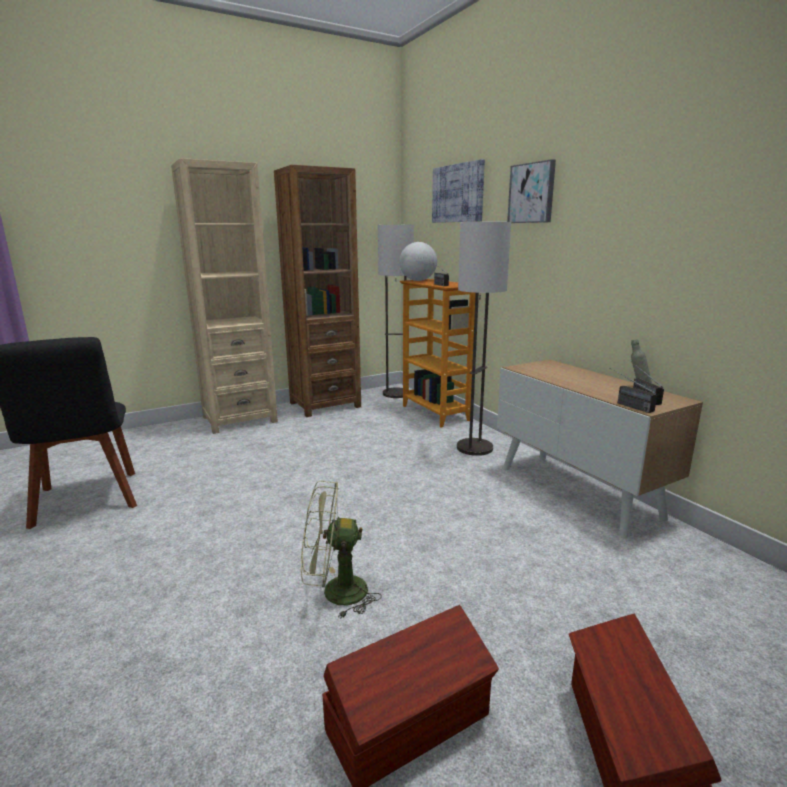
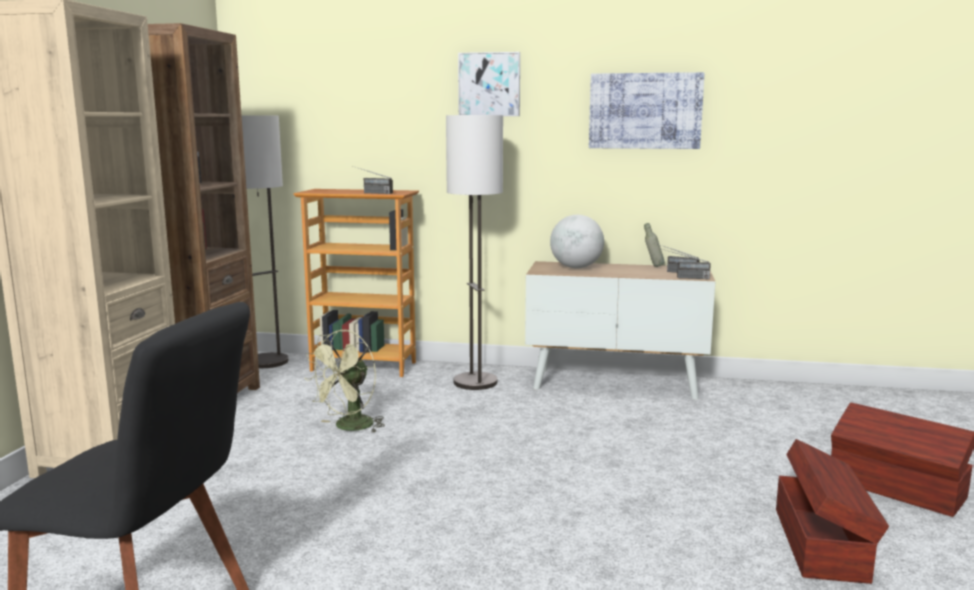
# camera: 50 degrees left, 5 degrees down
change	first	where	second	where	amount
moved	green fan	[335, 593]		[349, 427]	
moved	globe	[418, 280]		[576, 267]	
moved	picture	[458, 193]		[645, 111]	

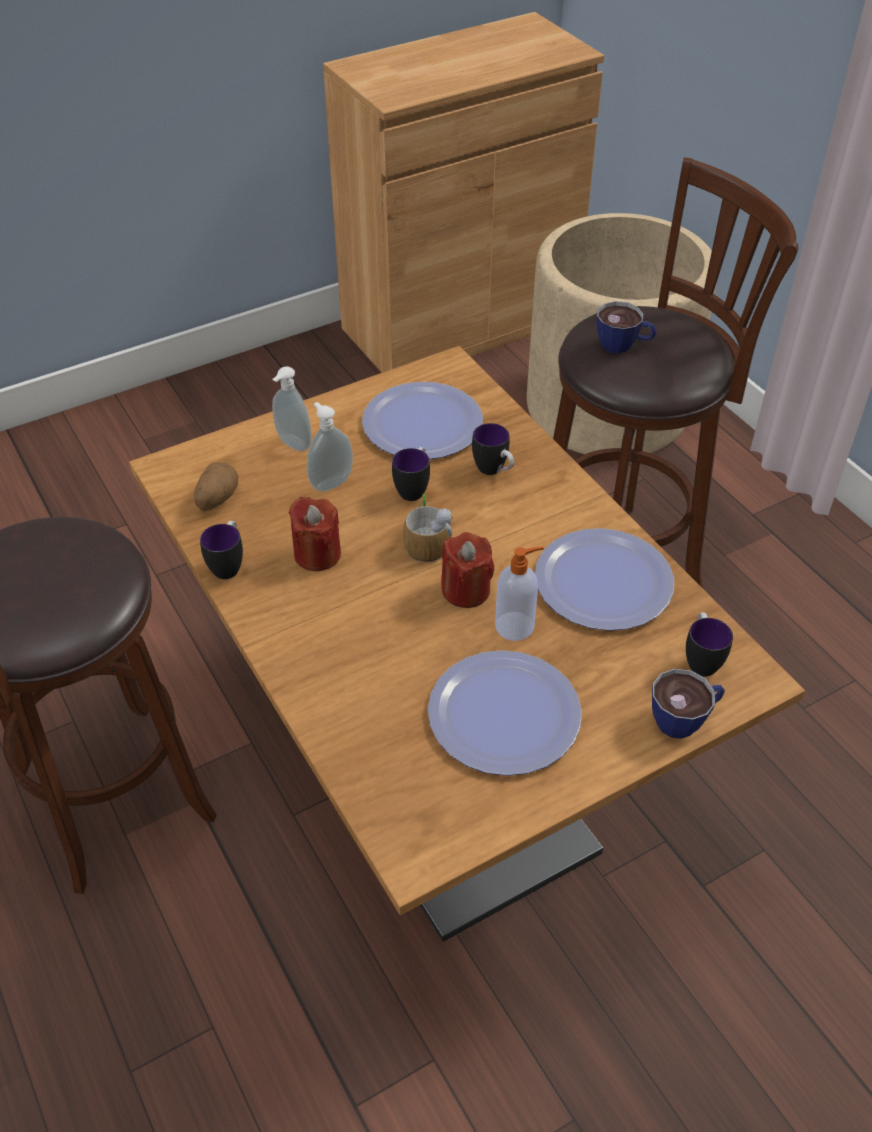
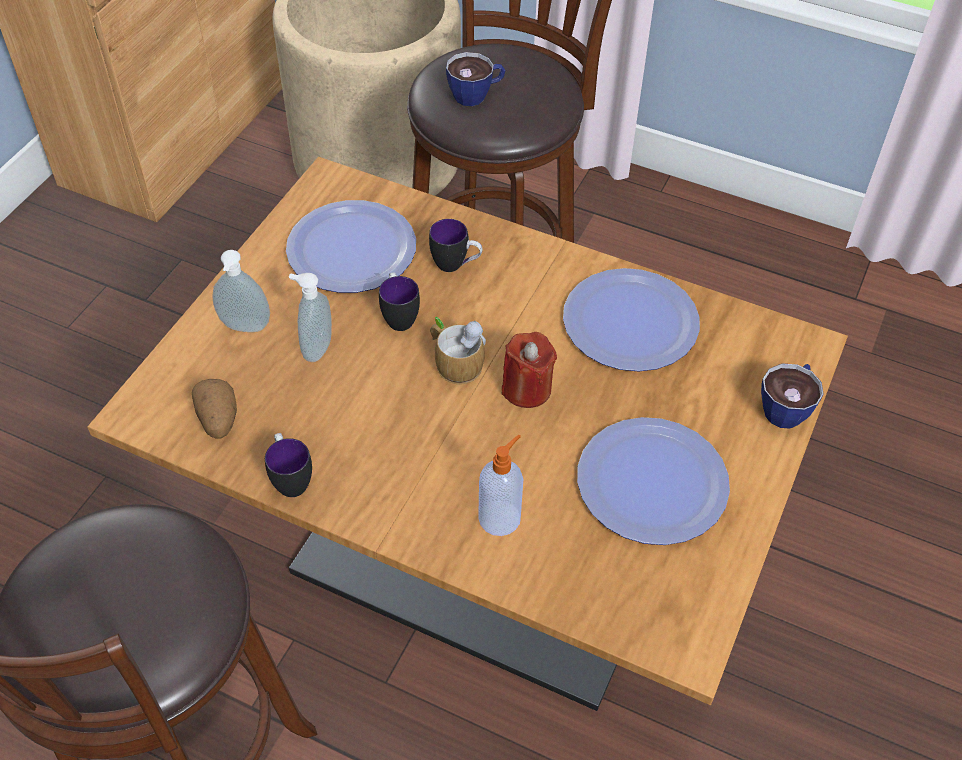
# camera: 35 degrees left, 5 degrees up
change	first	where	second	where	amount
removed	red candle	[317, 554]			
removed	mug	[701, 659]			
moved	soap dispenser	[516, 626]		[500, 517]	

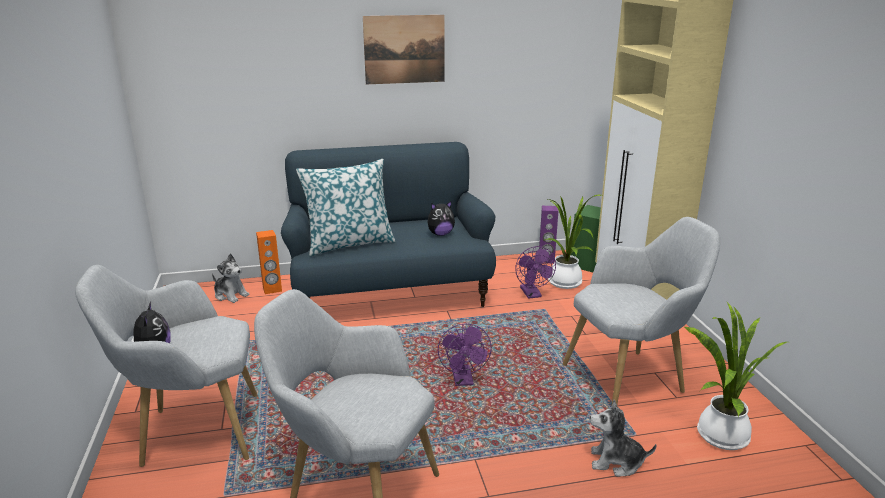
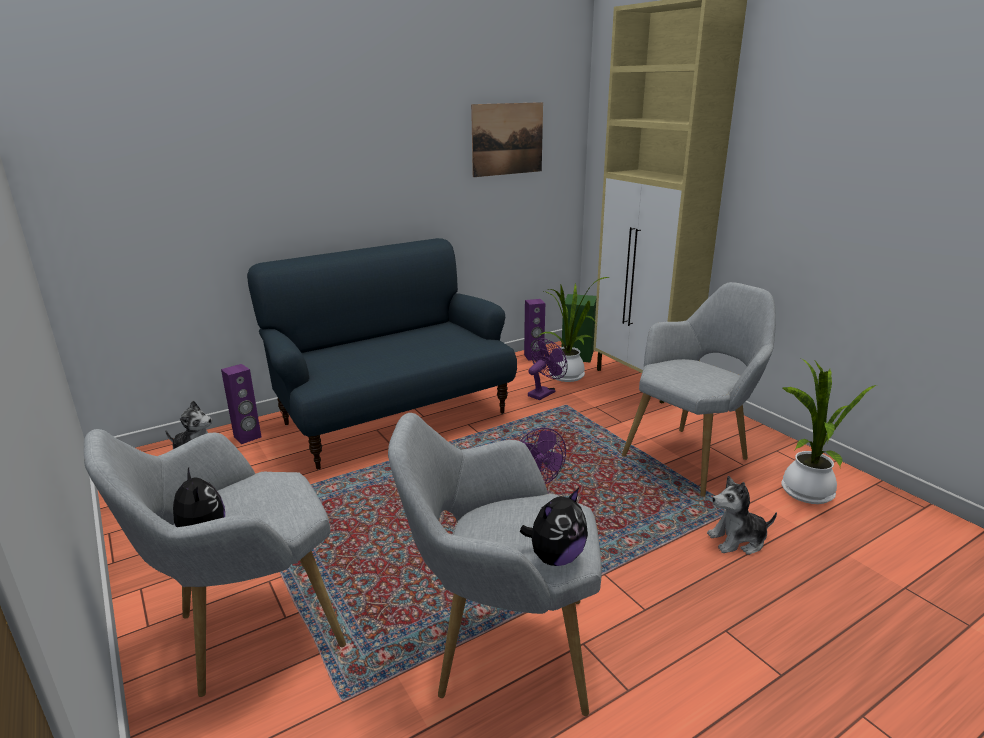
# camera: 20 degrees left, 0 degrees up
change	first	where	second	where	amount
removed	pillow	[349, 243]			
moved	picture	[404, 49]		[507, 139]	
moved	plush toy	[440, 234]		[555, 557]	
recoloured	orange speaker	[272, 289]	purple speaker	[247, 437]	
turned	purple fan	[532, 294]		[544, 392]	105 degrees counterclockwise

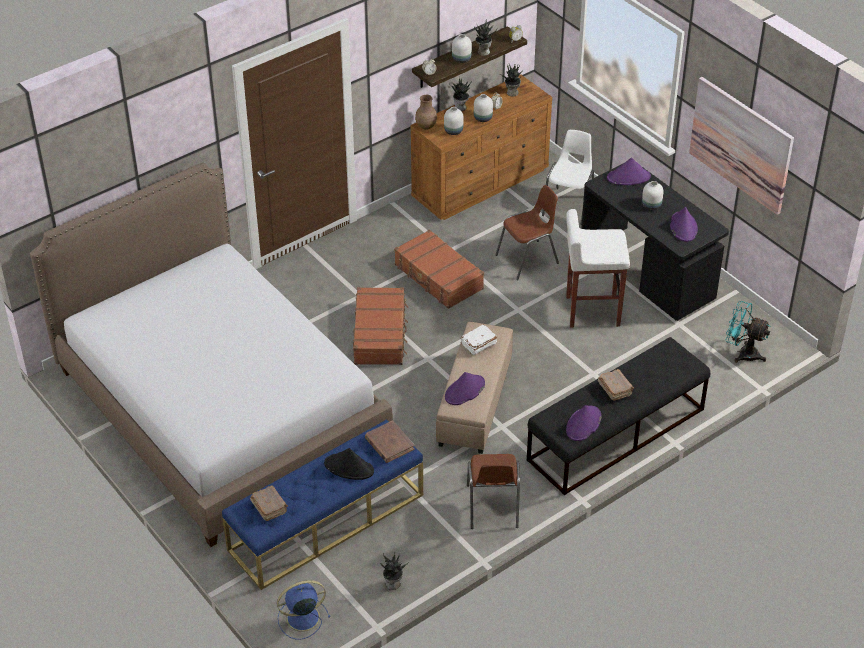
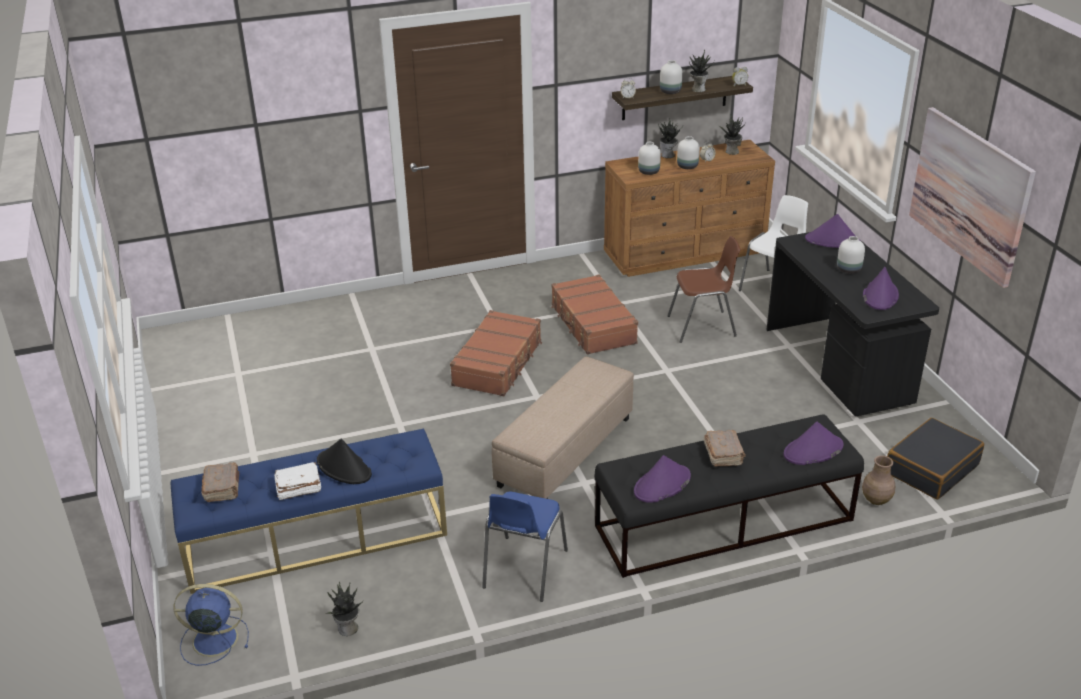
# camera: 20 degrees right, 10 degrees down
change	first	where	second	where	amount
removed	bed	[220, 408]			
removed	brown book	[389, 444]			
removed	white stool	[591, 311]			
moved	brown vase	[426, 126]		[876, 500]	
moved	purple hat	[464, 391]		[813, 450]	
moved	white book	[478, 344]		[298, 488]	
replaced	turquoise fan	[743, 353]	black suitcase	[931, 468]	
recoloured	brown chair	[492, 507]	blue chair	[523, 569]	

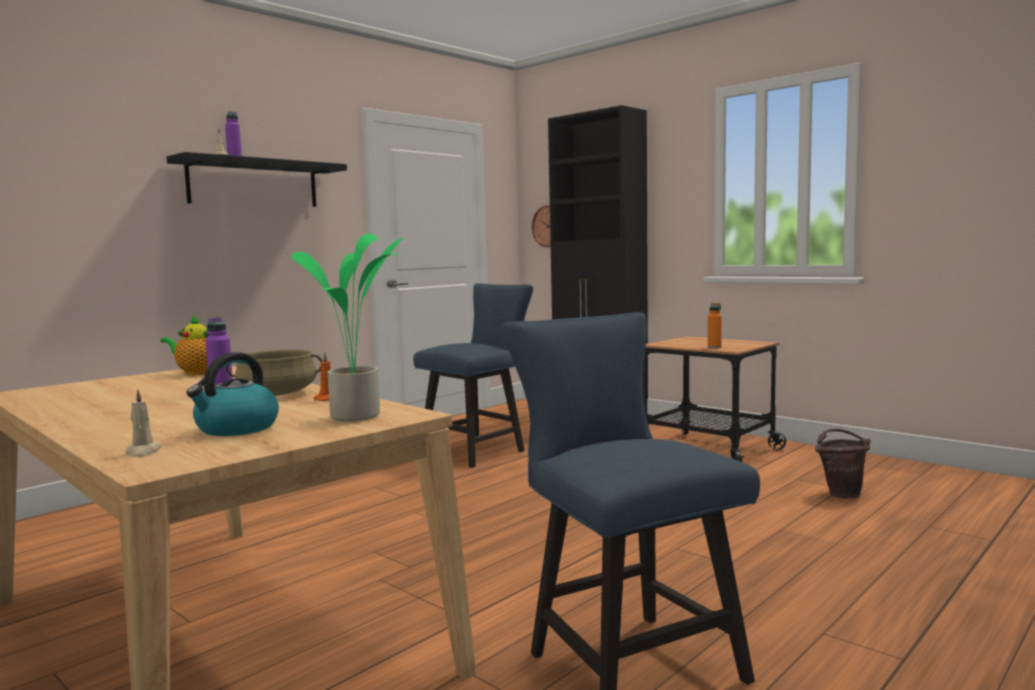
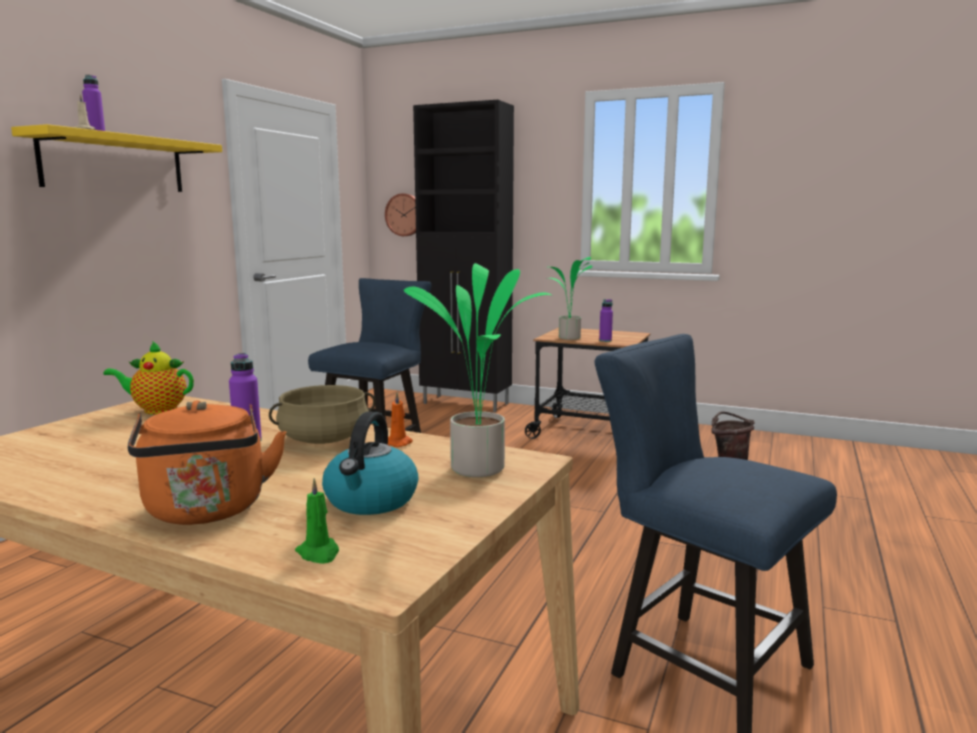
# camera: 20 degrees left, 5 degrees up
change	first	where	second	where	amount
added			orange kettle	[207, 512]	
added			potted plant	[569, 338]	
recoloured	beige candle	[143, 452]	green candle	[319, 553]	
recoloured	black shelf	[254, 183]	yellow shelf	[114, 163]	
recoloured	orange bottle	[714, 347]	purple bottle	[605, 340]	

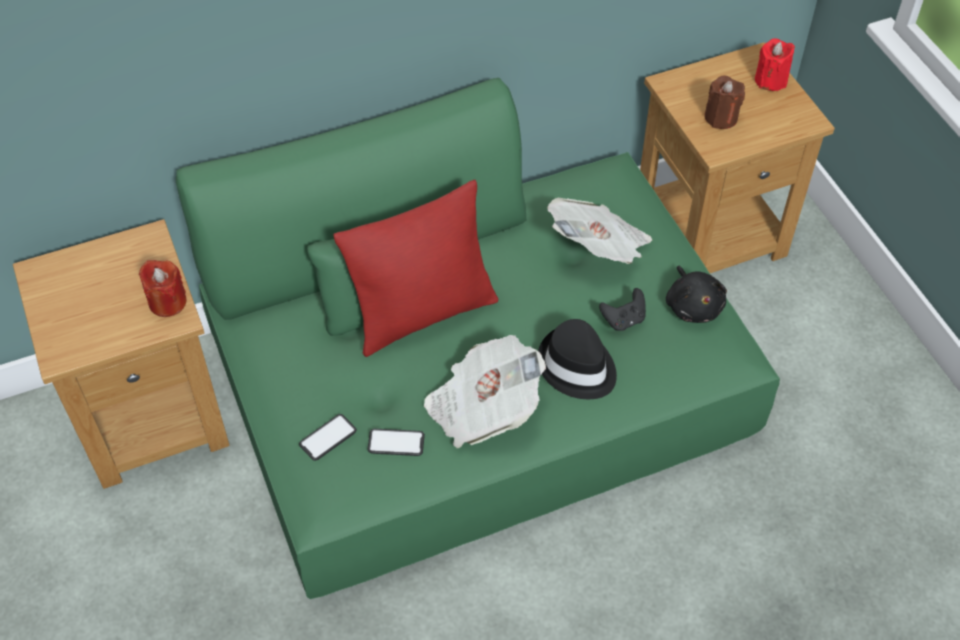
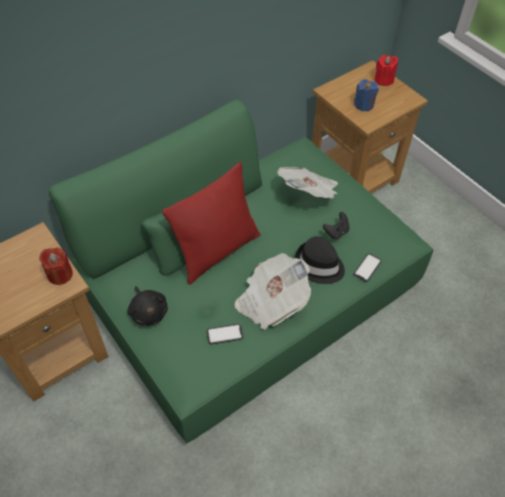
# camera: 15 degrees left, 0 degrees up
change	first	where	second	where	amount
moved	phone	[328, 437]		[367, 267]	
moved	black plush toy	[693, 306]		[148, 312]	
recoloured	brown candle	[721, 117]	blue candle	[364, 105]	

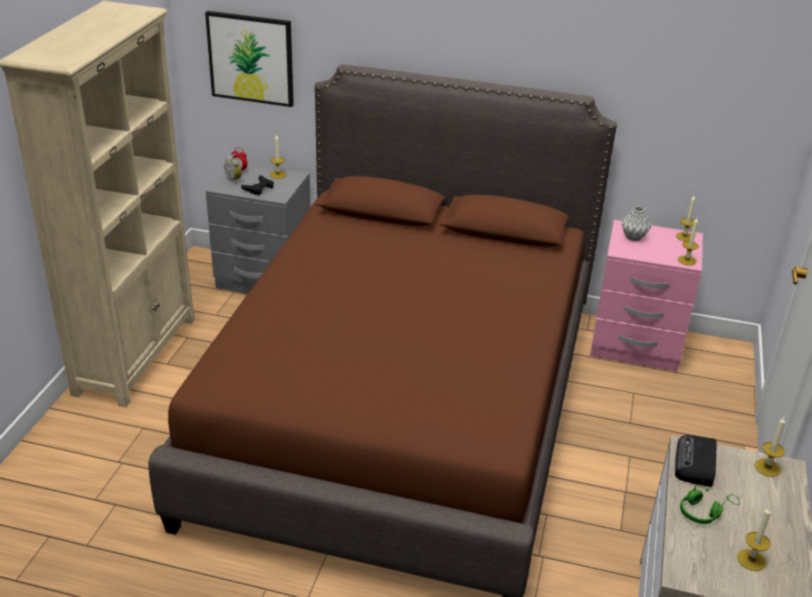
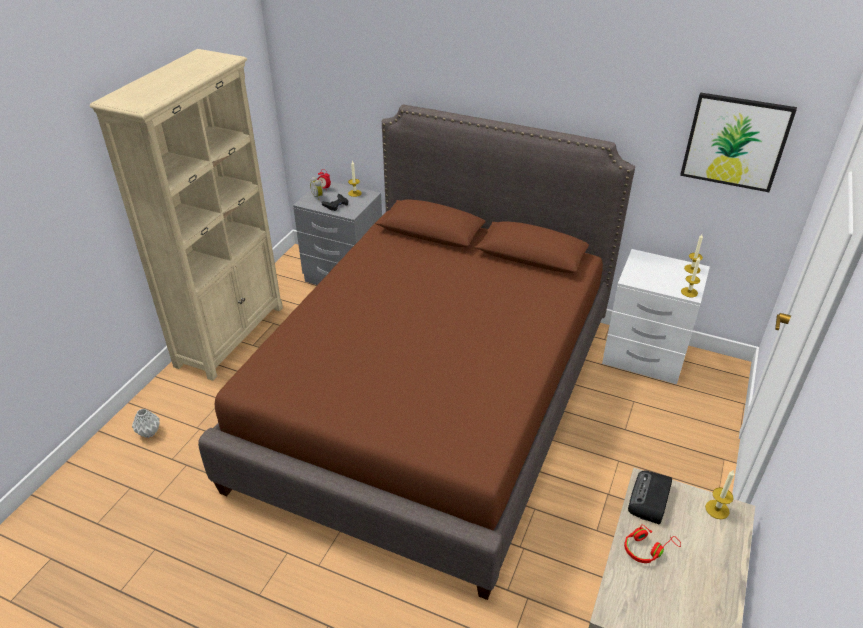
# camera: 10 degrees right, 5 degrees up
change	first	where	second	where	amount
removed	candle	[751, 560]			
moved	picture	[251, 58]		[735, 142]	
moved	grey vase	[633, 237]		[148, 432]	
recoloured	pink nightstand	[635, 345]	white nightstand	[644, 357]	
recoloured	green headphones	[705, 511]	red headphones	[648, 548]	

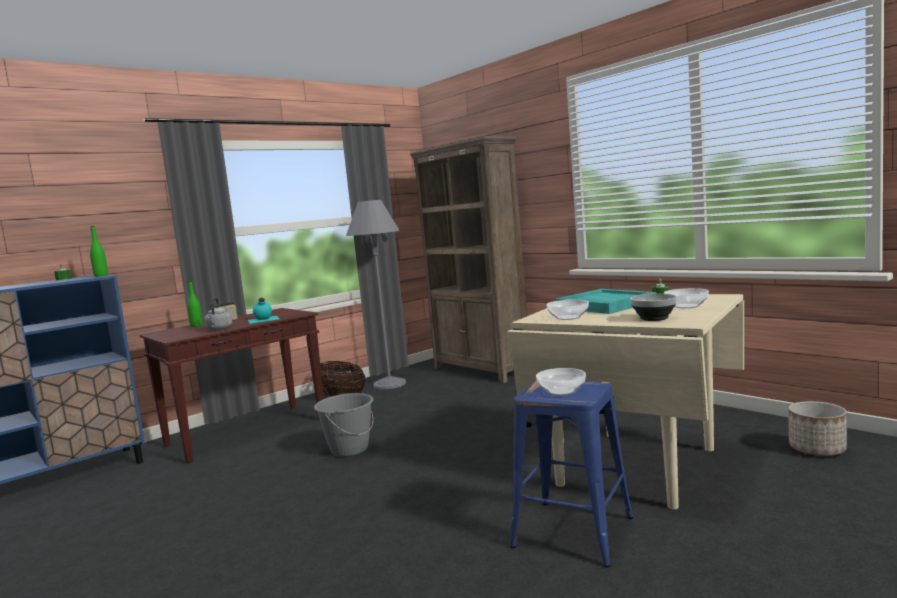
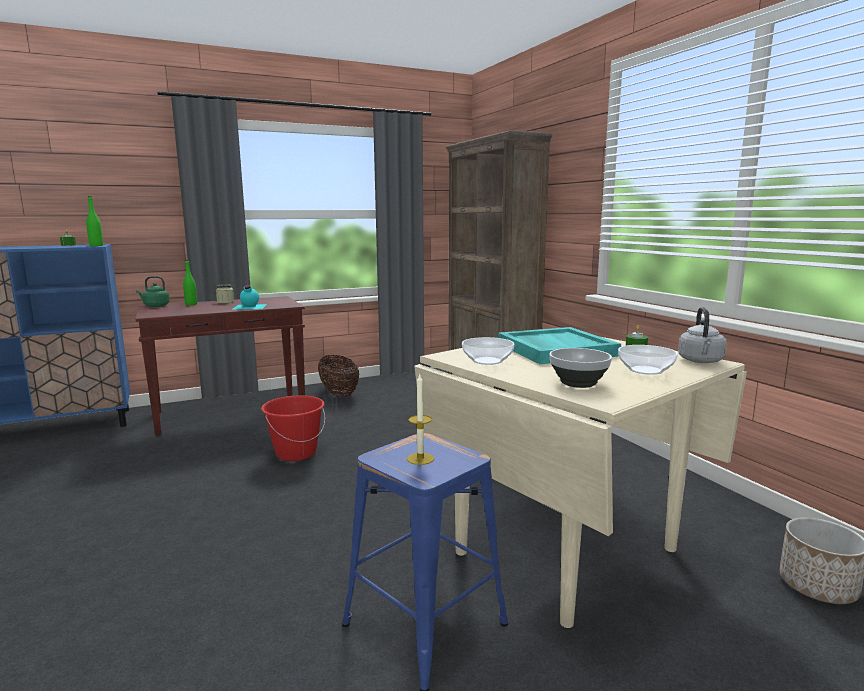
# camera: 15 degrees right, 5 degrees up
change	first	where	second	where	amount
removed	grey floor lamp	[389, 384]			
added			green kettle	[155, 306]	
moved	grey kettle	[219, 329]		[701, 361]	
replaced	bowl	[562, 391]	candle	[420, 459]	
recoloured	grey bucket	[349, 449]	red bucket	[296, 453]	

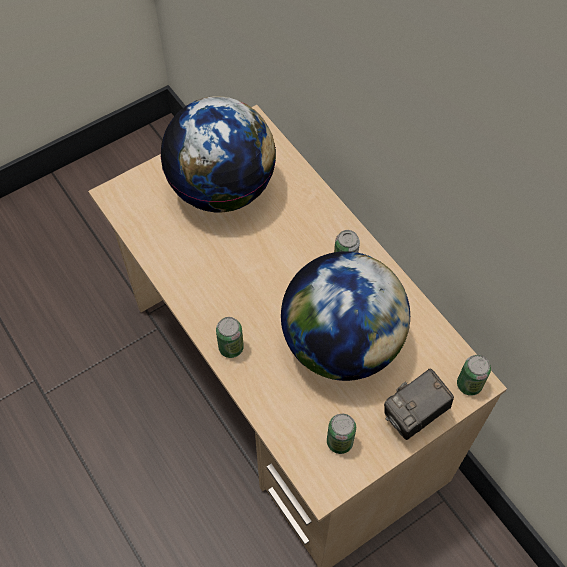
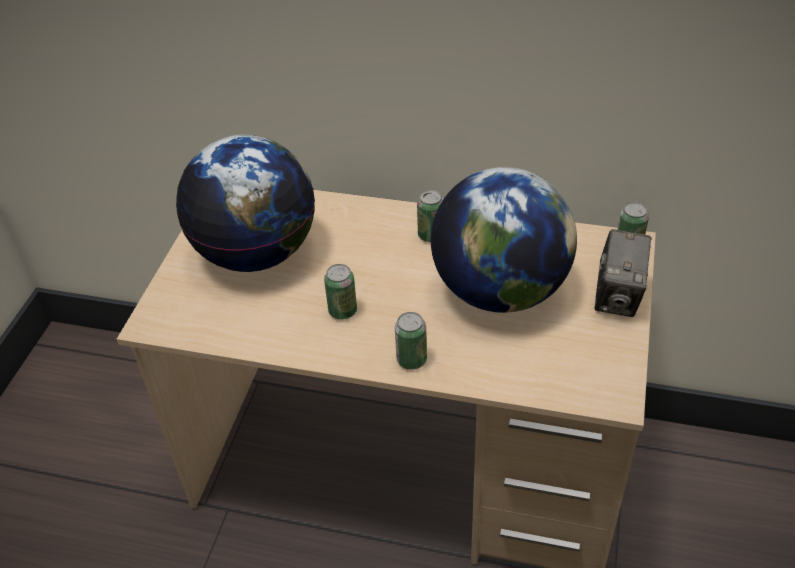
# camera: 40 degrees left, 15 degrees down
change	first	where	second	where	amount
moved	can	[339, 442]		[342, 311]	

